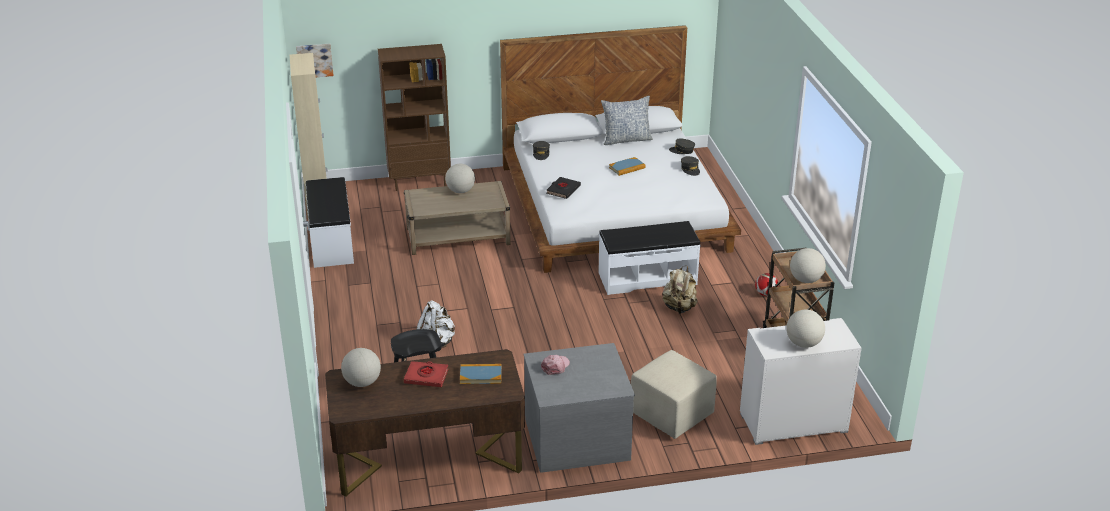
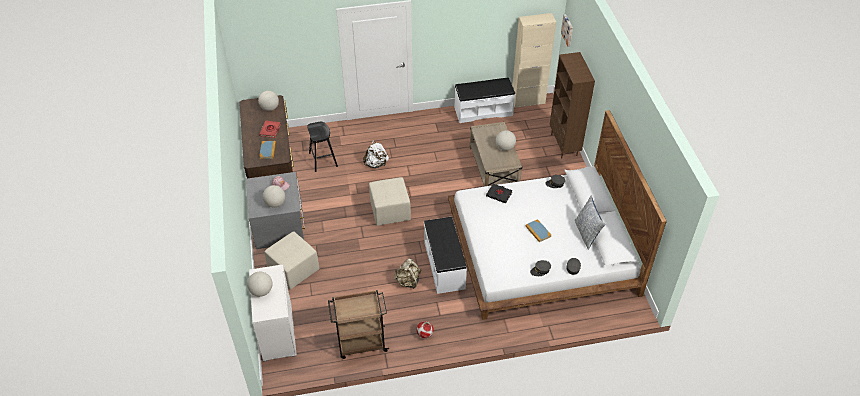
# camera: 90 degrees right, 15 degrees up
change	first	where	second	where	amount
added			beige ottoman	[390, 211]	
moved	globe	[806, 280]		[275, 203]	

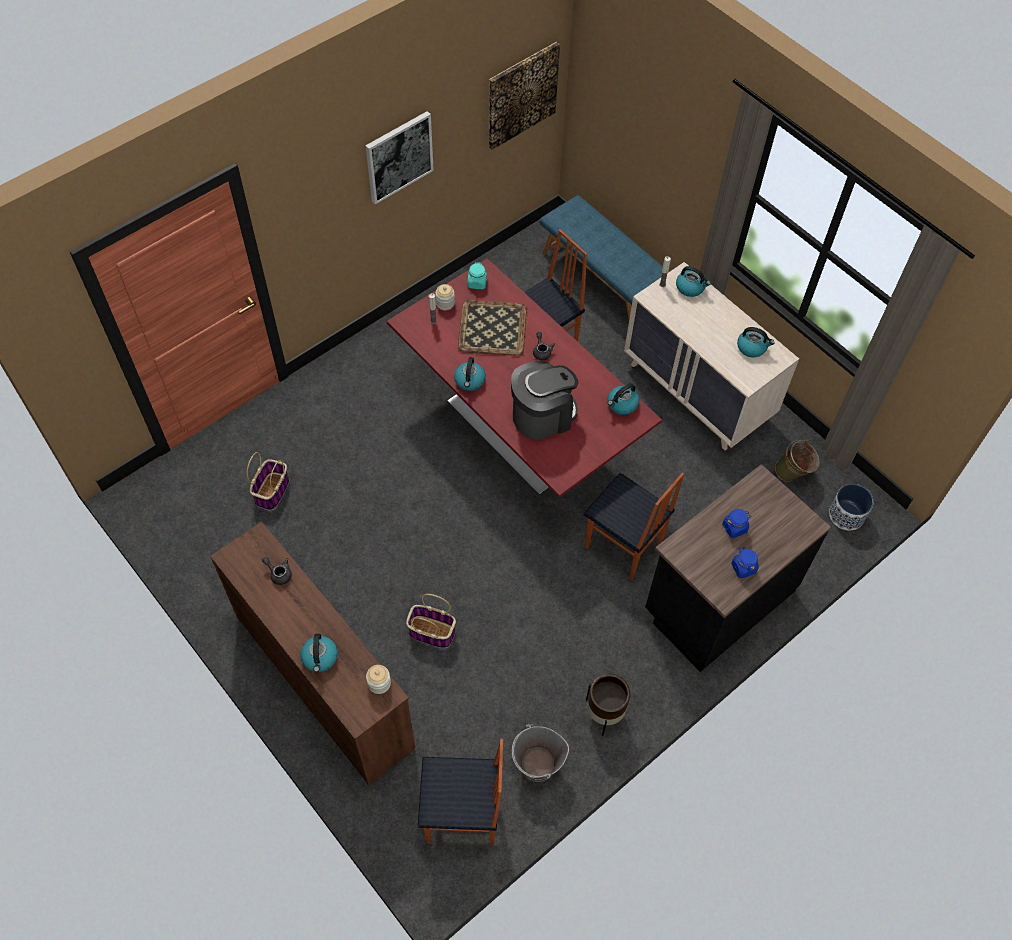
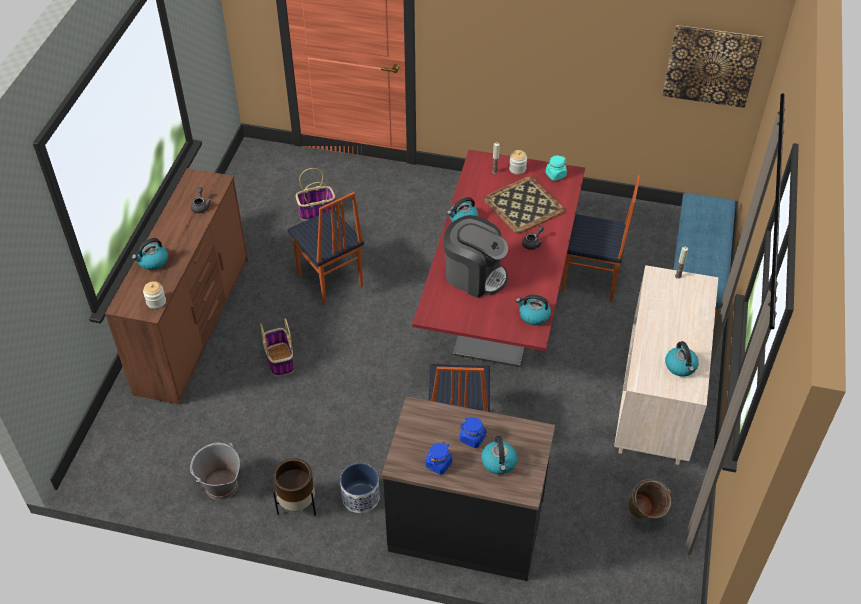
# camera: 55 degrees right, 10 degrees down
change	first	where	second	where	amount
removed	picture	[399, 157]			
moved	chair	[462, 817]		[329, 281]	
moved	kettle	[690, 287]		[499, 462]	
moved	planter	[846, 515]		[360, 497]	

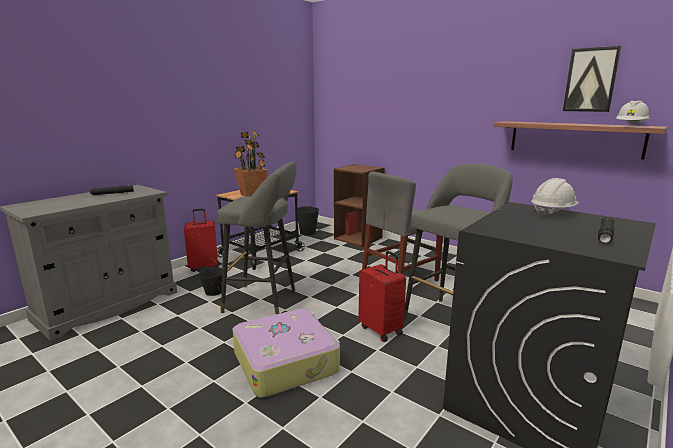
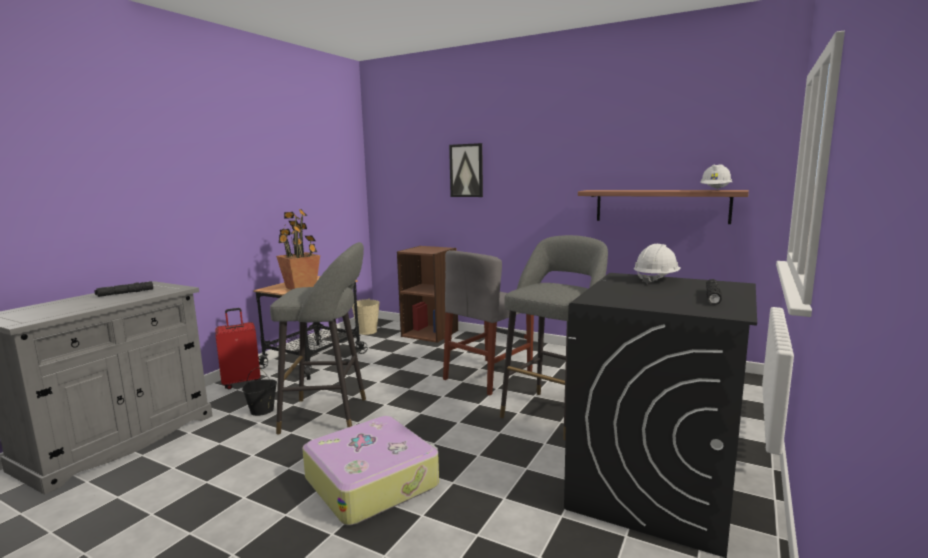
# camera: 10 degrees left, 5 degrees down
change	first	where	second	where	amount
removed	red suitcase	[381, 330]			
moved	picture	[591, 80]		[466, 170]	
recoloured	black bucket	[308, 233]	beige bucket	[367, 331]	

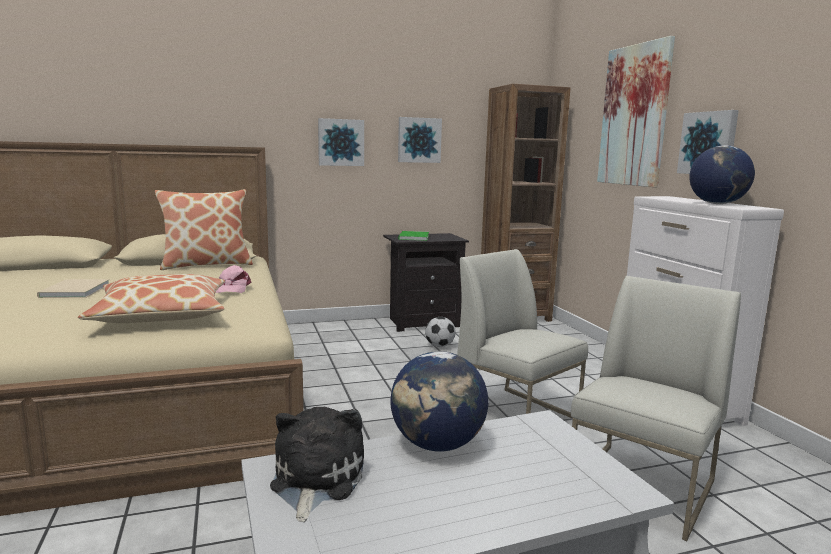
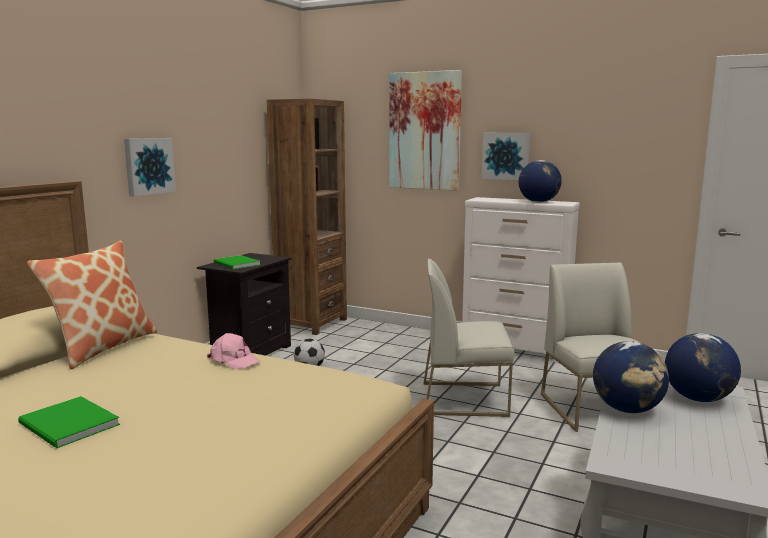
# camera: 45 degrees left, 0 degrees up
change	first	where	second	where	amount
removed	pillow	[161, 314]			
removed	plush toy	[315, 480]			
removed	picture	[419, 140]			
added			globe	[698, 398]	
recoloured	beige book	[72, 291]	green book	[68, 426]	

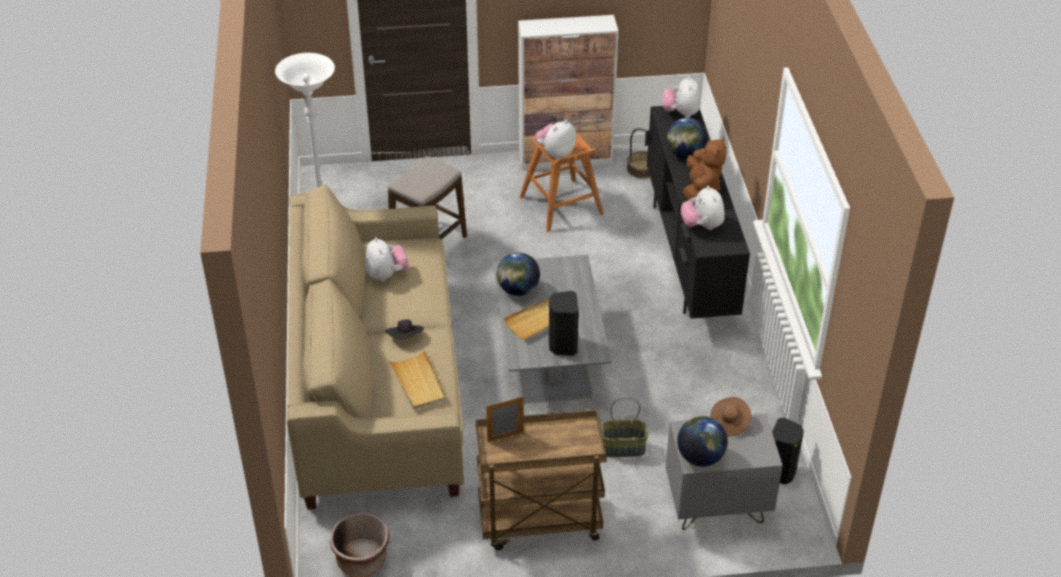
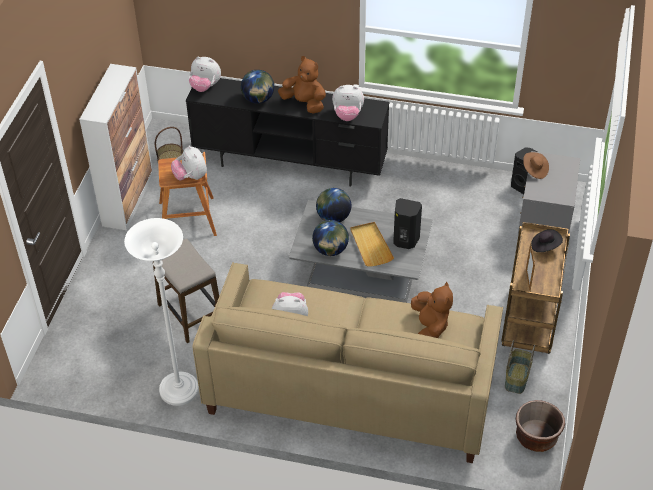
# camera: 70 degrees left, 5 degrees up
change	first	where	second	where	amount
moved	black hat	[405, 338]		[545, 246]	
moved	basket	[622, 448]		[517, 378]	
moved	globe	[700, 457]		[333, 217]	
replaced	beige tray	[418, 382]	brown plush toy	[430, 327]	

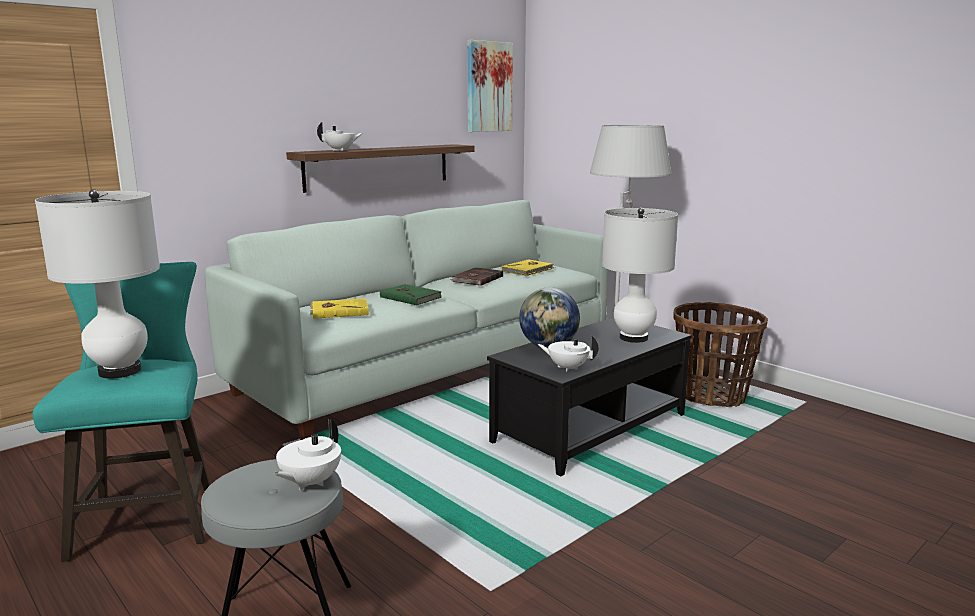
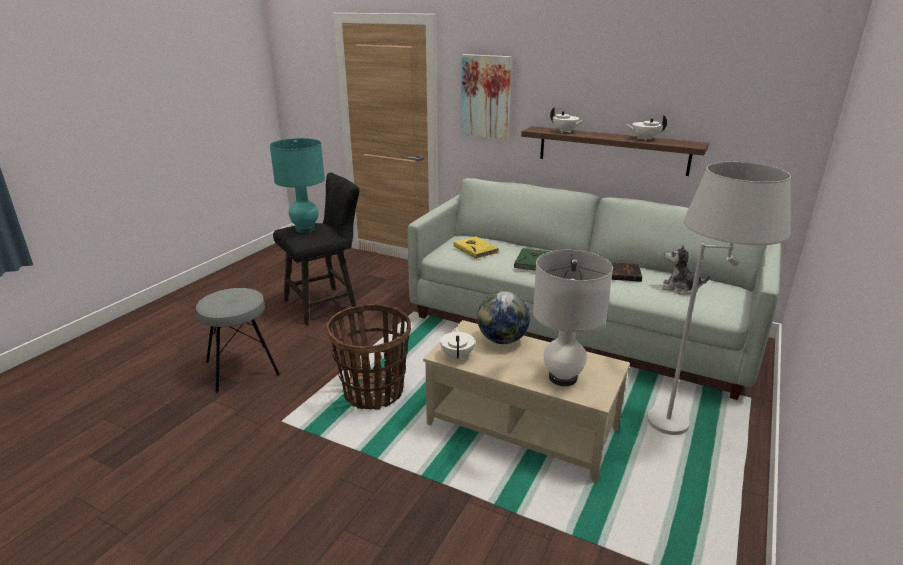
# camera: 70 degrees right, 10 degrees up
change	first	where	second	where	amount
moved	white teapot	[309, 482]		[644, 139]	
moved	picture	[488, 87]		[486, 96]	
moved	basket	[712, 396]		[374, 392]	
replaced	yellow book	[528, 270]	plush toy	[680, 288]	
recoloured	turquoise stool	[148, 515]	black stool	[325, 303]	
recoloured	white table lamp	[120, 371]	turquoise table lamp	[305, 229]	
recoloured	black coffee table	[589, 427]	beige coffee table	[522, 426]	

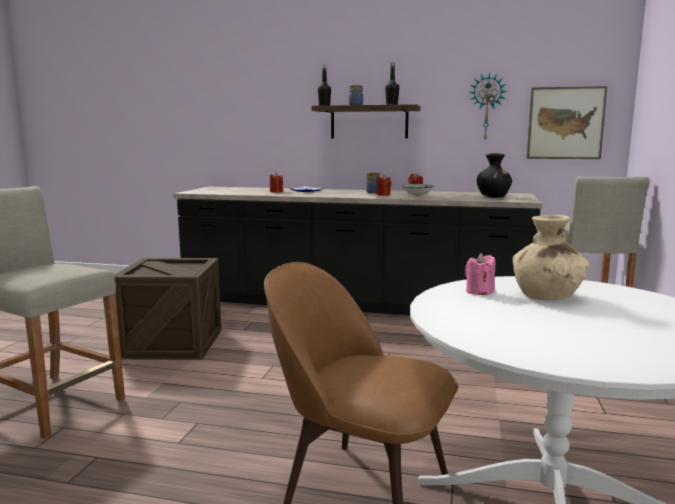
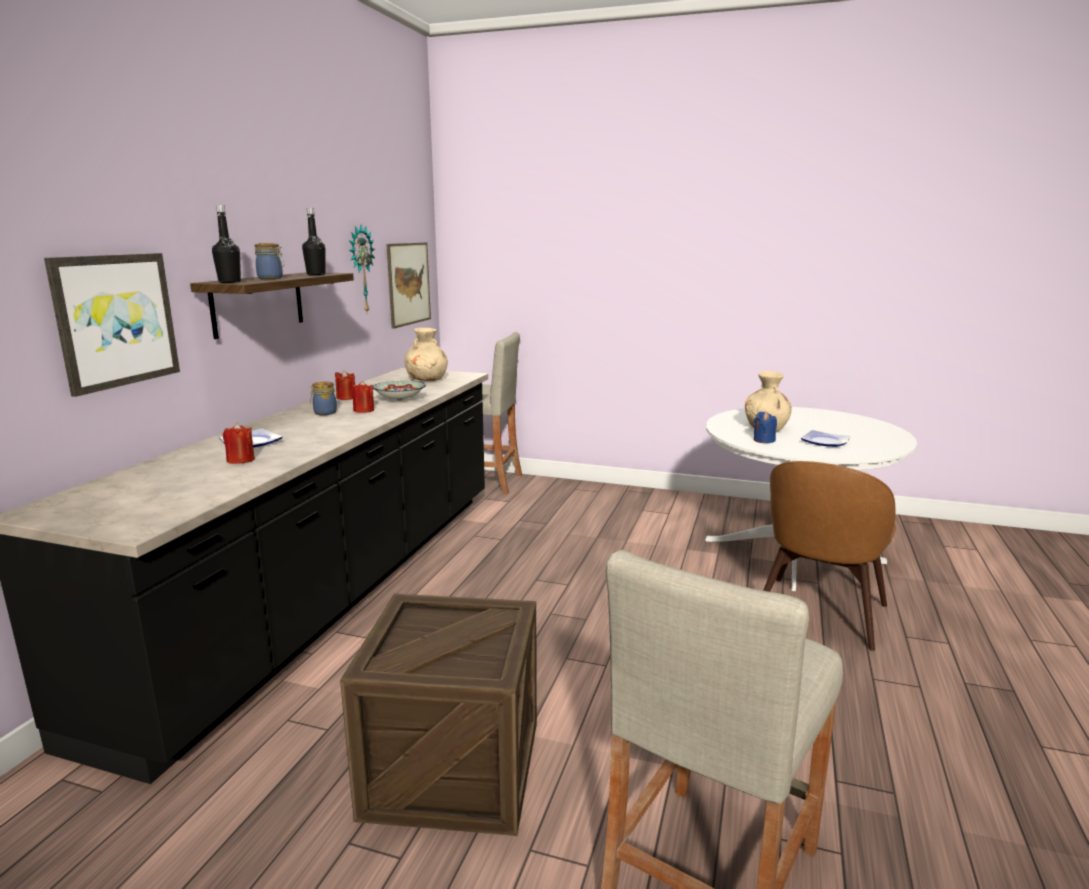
# camera: 85 degrees left, 5 degrees up
change	first	where	second	where	amount
added			picture	[115, 320]	
added			plate	[825, 442]	
recoloured	pink candle	[479, 292]	blue candle	[763, 440]	
recoloured	black vase	[493, 196]	beige vase	[427, 379]	

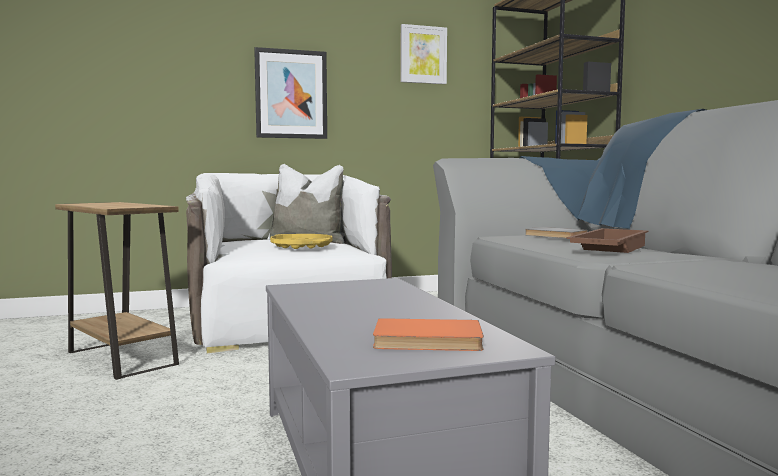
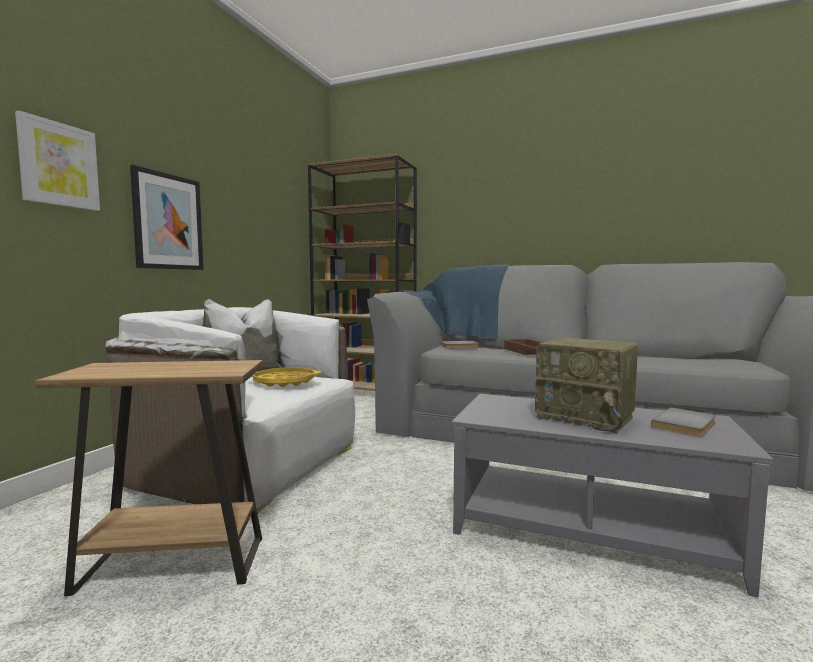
# camera: 50 degrees left, 0 degrees up
change	first	where	second	where	amount
added			radio	[586, 417]	
moved	picture	[423, 55]		[59, 165]	
recoloured	orange book	[428, 341]	grey book	[686, 425]	

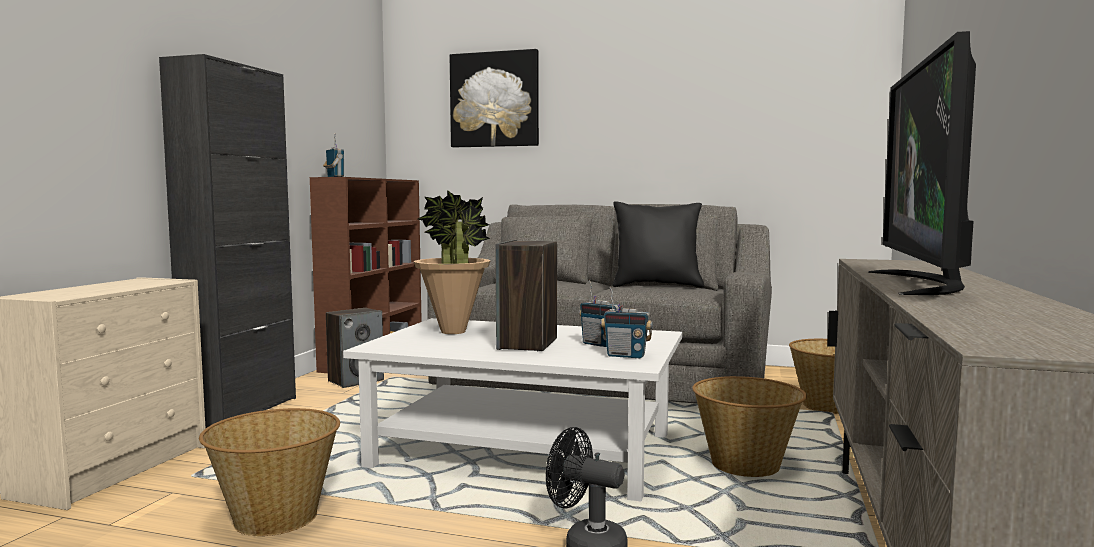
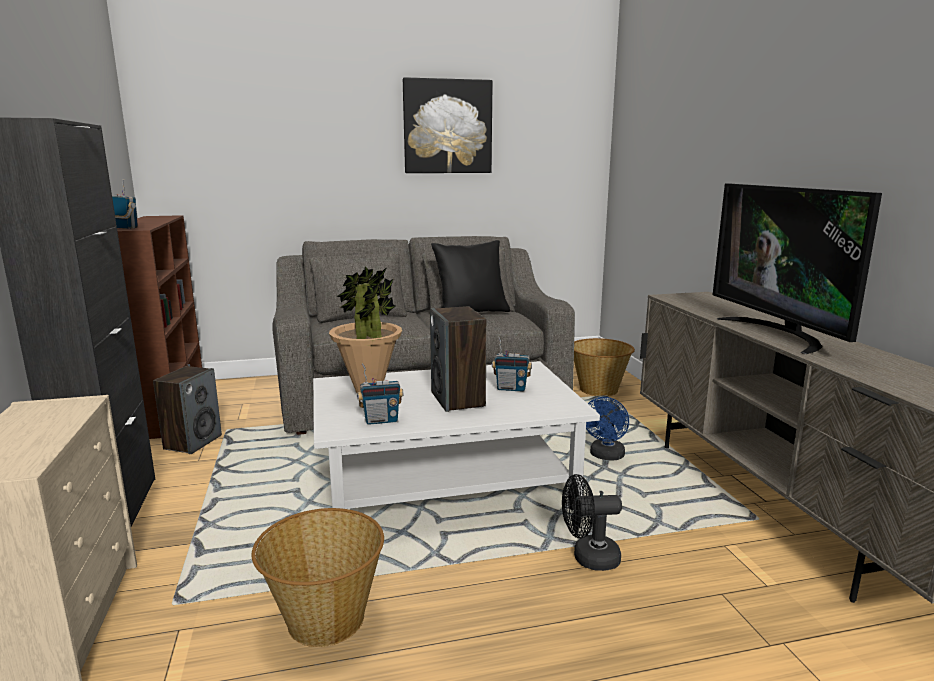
# camera: 30 degrees left, 10 degrees up
change	first	where	second	where	amount
moved	picture	[495, 100]		[447, 127]	
moved	radio	[626, 356]		[381, 420]	
replaced	basket	[746, 465]	blue fan	[605, 456]	

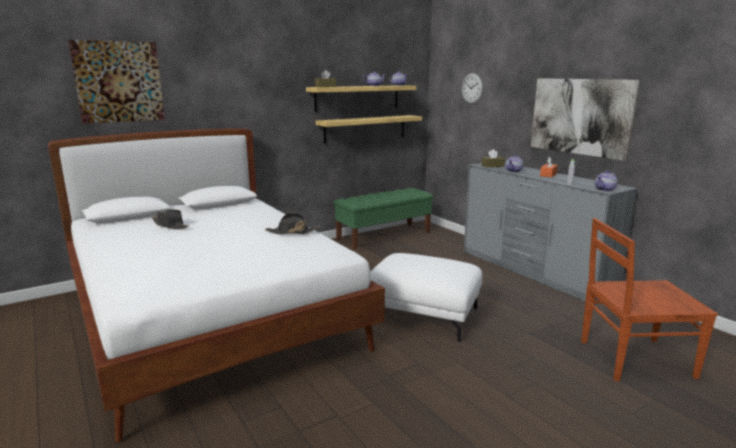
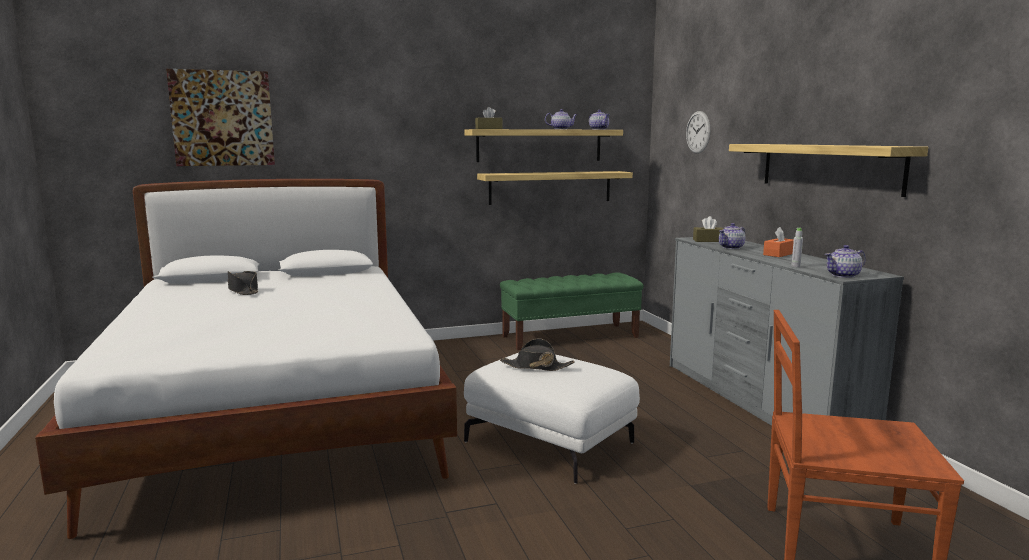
# camera: 15 degrees right, 5 degrees down
change	first	where	second	where	amount
moved	black hat	[292, 232]		[536, 366]	
replaced	picture	[580, 116]	shelf	[828, 167]	

